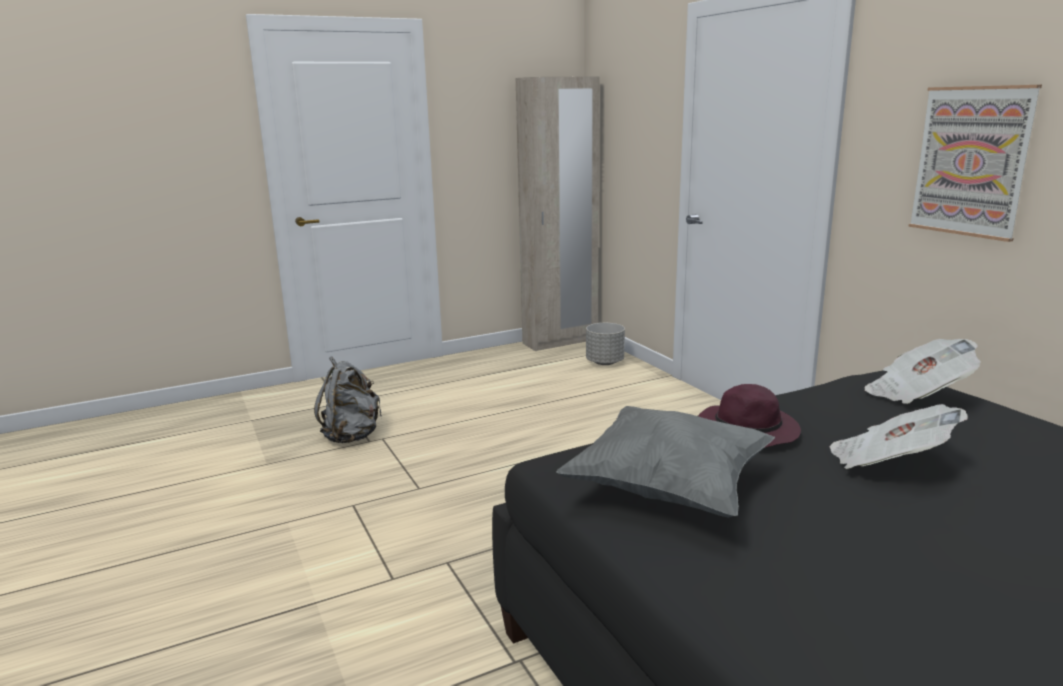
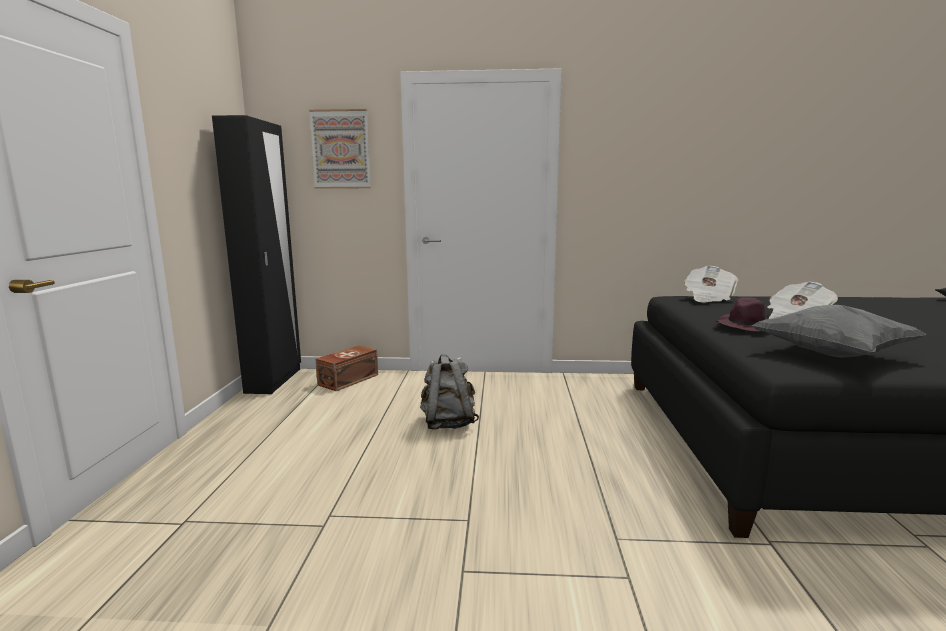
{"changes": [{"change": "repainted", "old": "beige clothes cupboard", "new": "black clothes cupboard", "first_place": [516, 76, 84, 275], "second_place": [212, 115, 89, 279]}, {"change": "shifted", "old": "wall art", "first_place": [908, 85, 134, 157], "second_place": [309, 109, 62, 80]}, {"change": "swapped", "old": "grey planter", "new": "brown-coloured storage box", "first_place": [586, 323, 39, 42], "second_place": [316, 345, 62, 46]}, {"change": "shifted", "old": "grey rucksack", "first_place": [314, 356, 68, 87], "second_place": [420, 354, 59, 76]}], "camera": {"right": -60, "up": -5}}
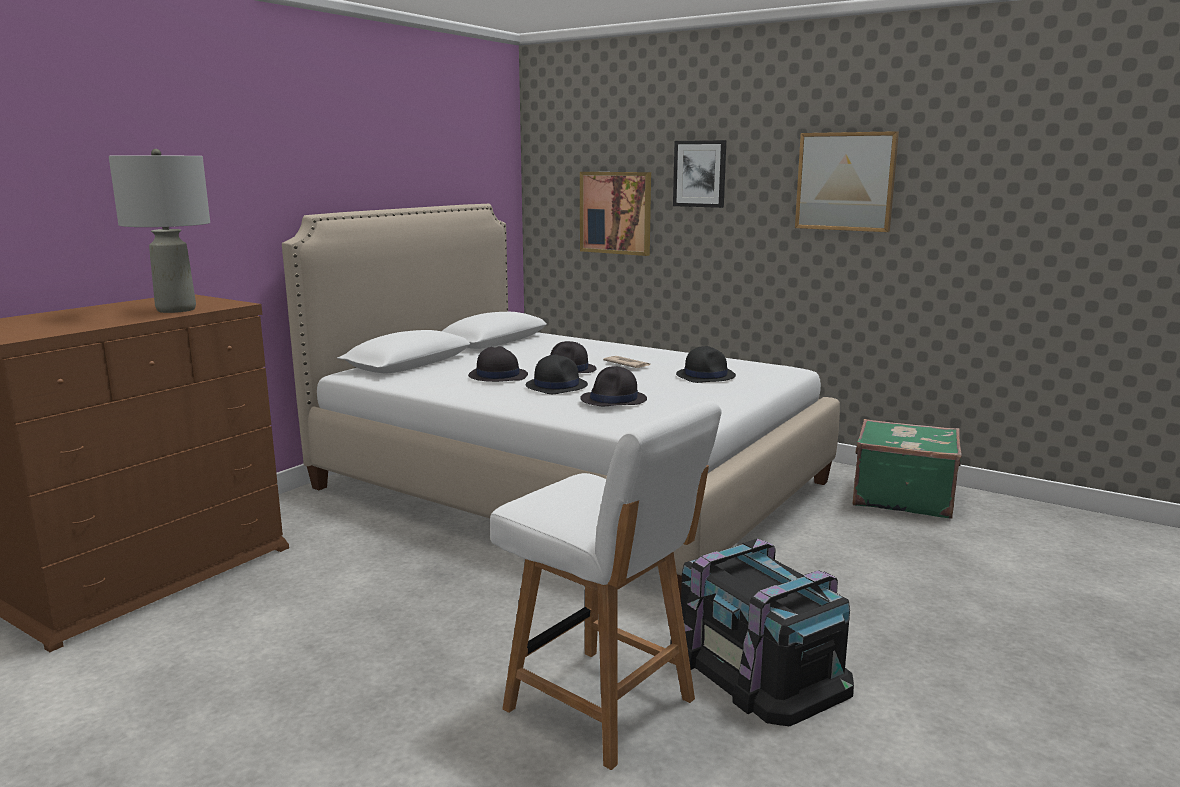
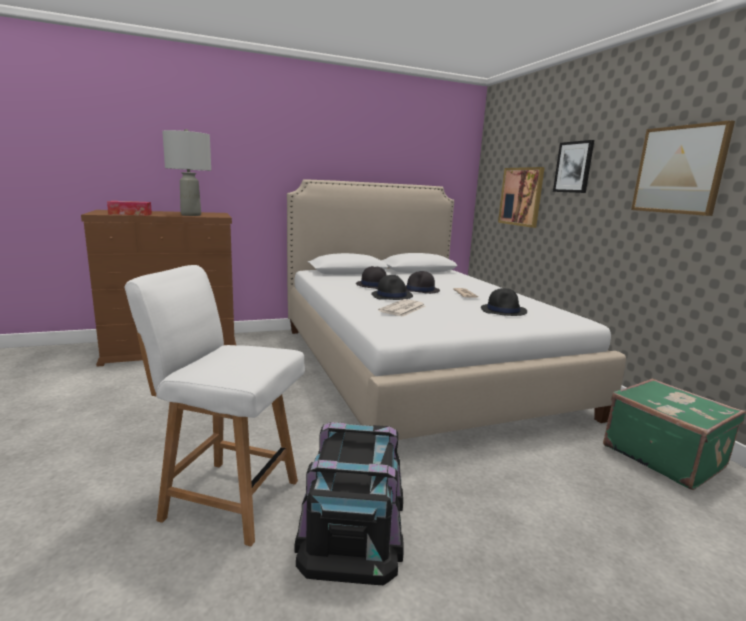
{"changes": [{"change": "new", "new": "tissue holder", "second_place": [107, 201, 45, 14]}, {"change": "rotated", "old": "white-coloured chair", "first_place": [490, 401, 232, 369], "second_place": [124, 265, 181, 281], "degrees": 120}, {"change": "swapped", "old": "black hat", "new": "newspaper", "first_place": [580, 366, 67, 40], "second_place": [378, 299, 47, 18]}], "camera": {"right": 35, "up": 0}}
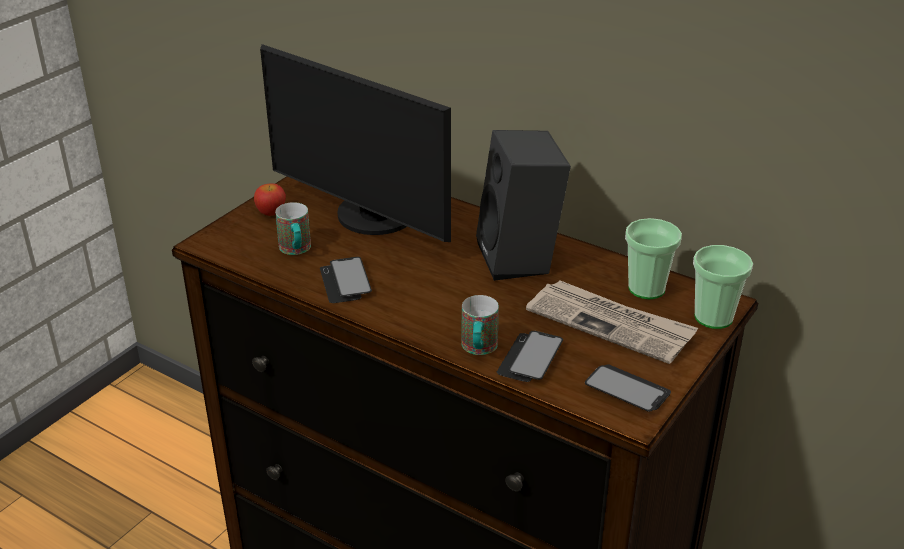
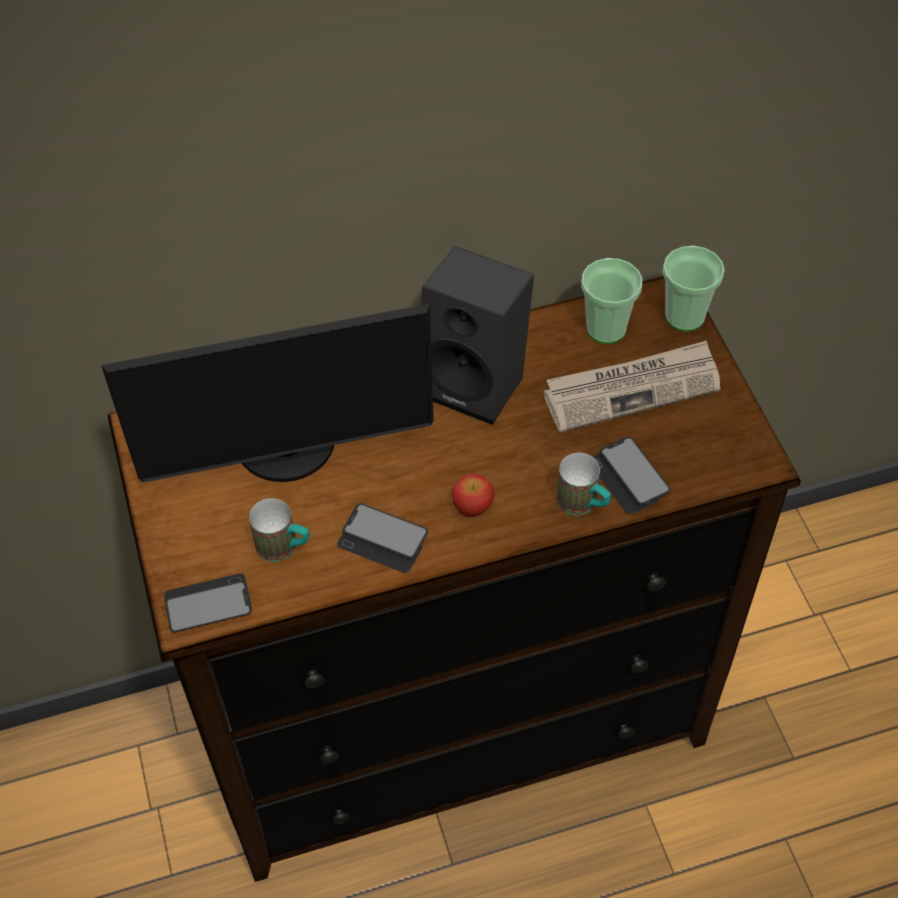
{"changes": [{"change": "shifted", "old": "handset", "first_place": [585, 364, 86, 48], "second_place": [164, 573, 88, 60]}, {"change": "shifted", "old": "whole apple", "first_place": [254, 183, 32, 33], "second_place": [452, 474, 43, 43]}], "camera": {"right": -50, "up": 20}}
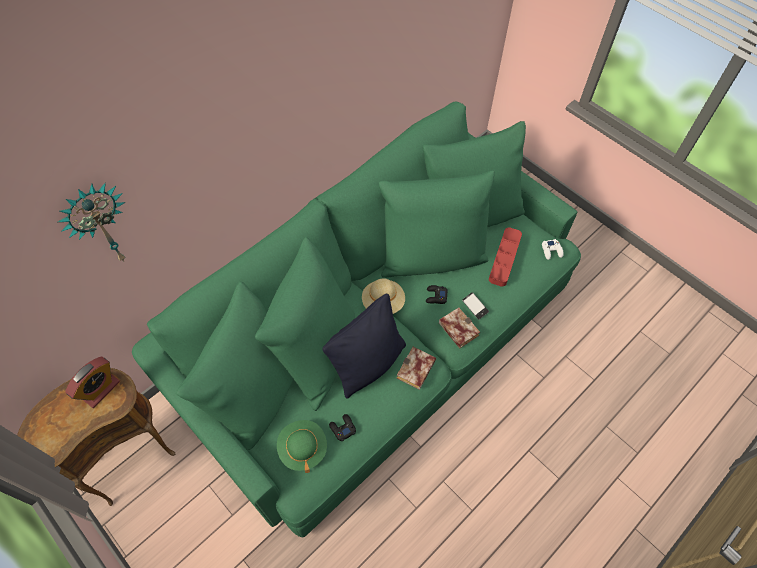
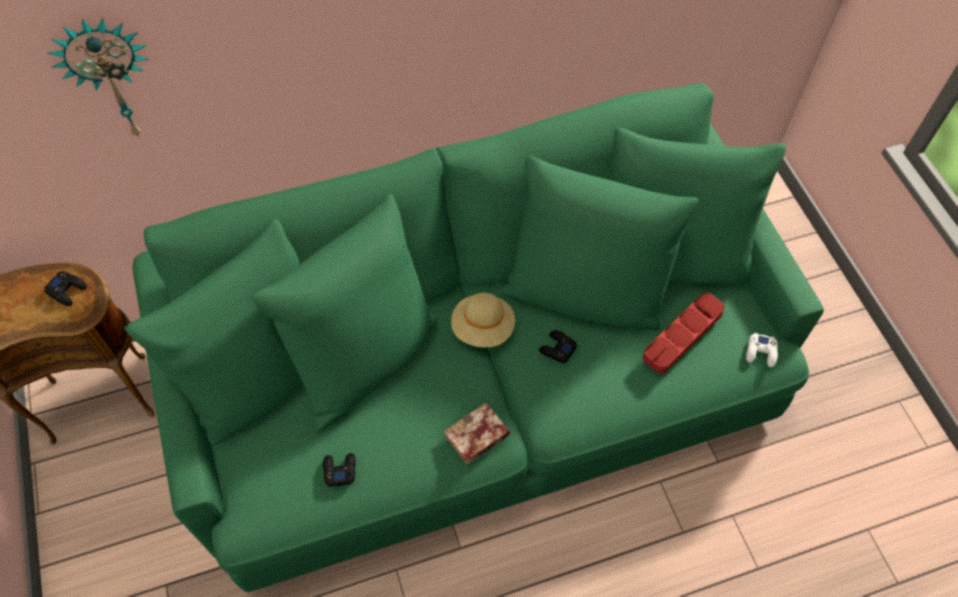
{"changes": [{"change": "swapped", "old": "table clock", "new": "black gamepad", "first_place": [65, 356, 55, 52], "second_place": [44, 272, 43, 34]}, {"change": "gone", "old": "green hat", "first_place": [277, 420, 50, 53]}, {"change": "gone", "old": "black throw pillow", "first_place": [323, 293, 83, 106]}, {"change": "gone", "old": "book", "first_place": [439, 307, 41, 41]}, {"change": "gone", "old": "handset", "first_place": [462, 292, 27, 28]}], "camera": {"right": 25, "up": 0}}
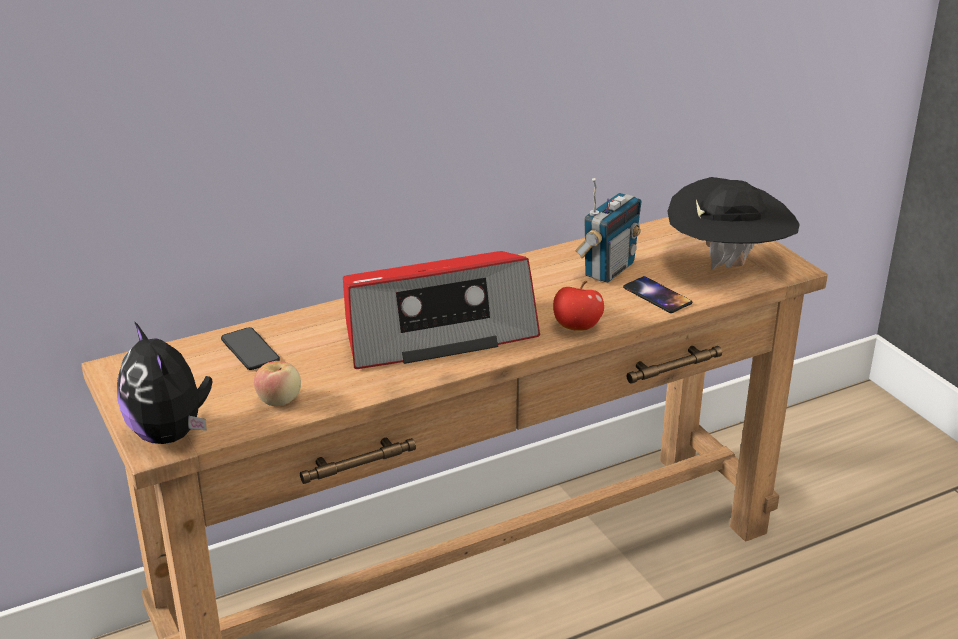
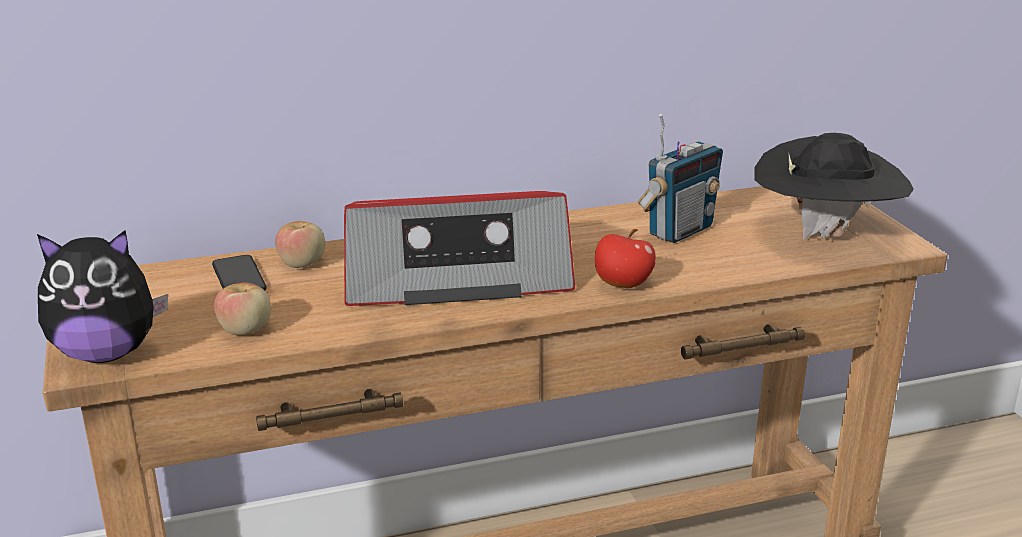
{"changes": [{"change": "rotated", "old": "cuddly toy", "first_place": [117, 321, 95, 123], "second_place": [37, 230, 131, 133], "degrees": -75}, {"change": "new", "new": "whole apple", "second_place": [275, 221, 50, 47]}, {"change": "gone", "old": "handset", "first_place": [623, 276, 69, 37]}], "camera": {"right": 10, "up": -5}}
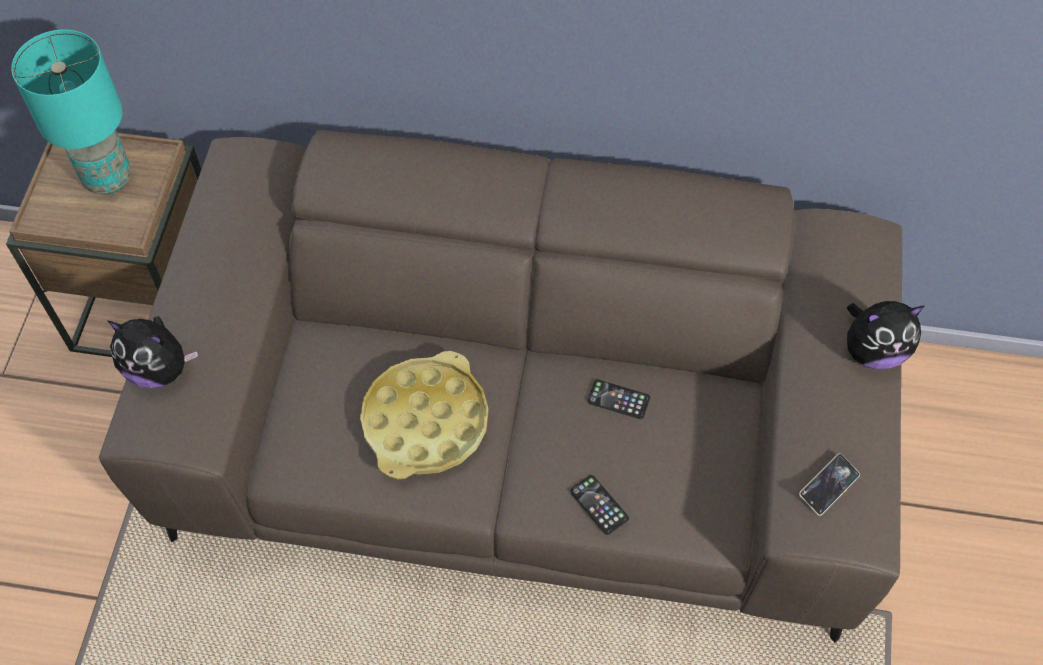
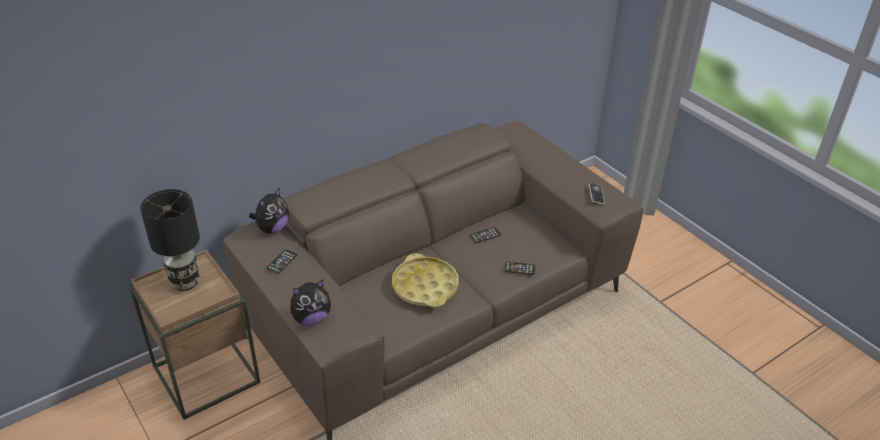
{"changes": [{"change": "repainted", "old": "turquoise-coloured table lamp", "new": "black table lamp", "first_place": [11, 30, 120, 164], "second_place": [140, 189, 60, 102]}, {"change": "shifted", "old": "cuddly toy", "first_place": [847, 301, 77, 68], "second_place": [249, 188, 40, 46]}, {"change": "new", "new": "handset", "second_place": [267, 250, 31, 24]}], "camera": {"right": -45, "up": -20}}
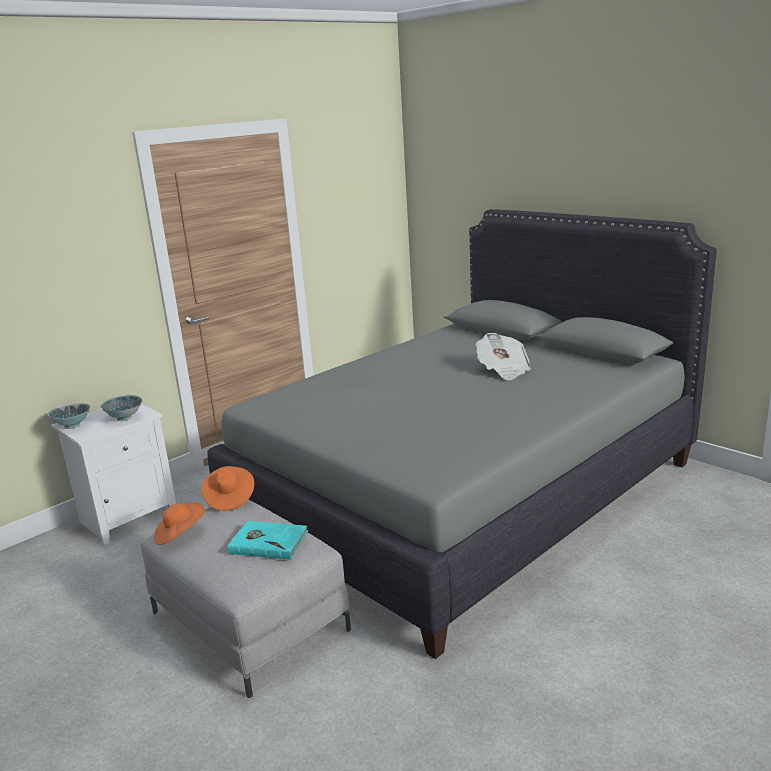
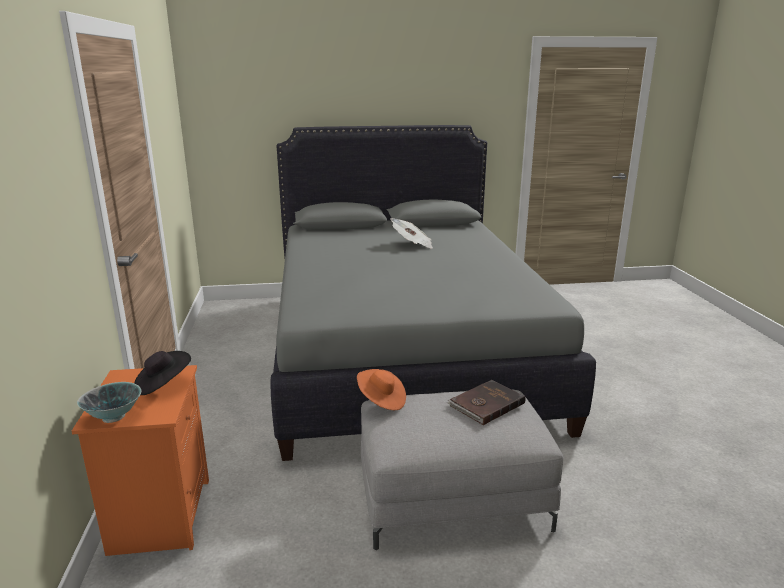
{"changes": [{"change": "repainted", "old": "white-coloured nightstand", "new": "orange nightstand", "first_place": [51, 404, 125, 141], "second_place": [72, 365, 137, 191]}, {"change": "swapped", "old": "bowl", "new": "black hat", "first_place": [100, 395, 43, 26], "second_place": [134, 351, 57, 44]}, {"change": "repainted", "old": "turquoise-coloured book", "new": "brown-coloured book", "first_place": [227, 521, 82, 39], "second_place": [447, 380, 78, 45]}, {"change": "gone", "old": "orange hat", "first_place": [154, 502, 51, 43]}], "camera": {"right": -55, "up": 0}}
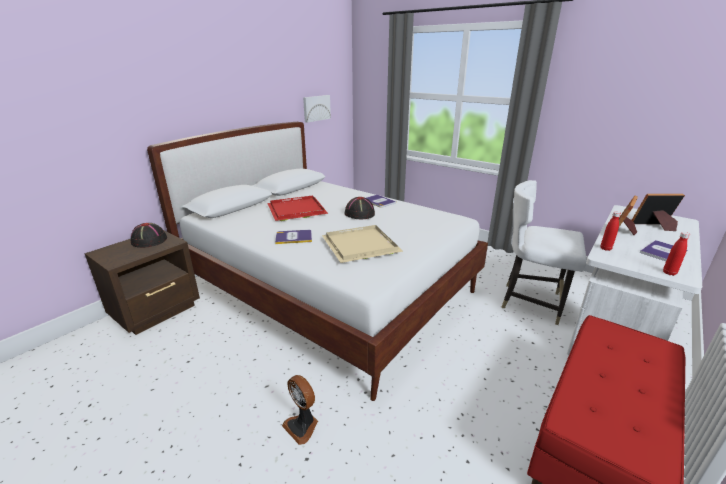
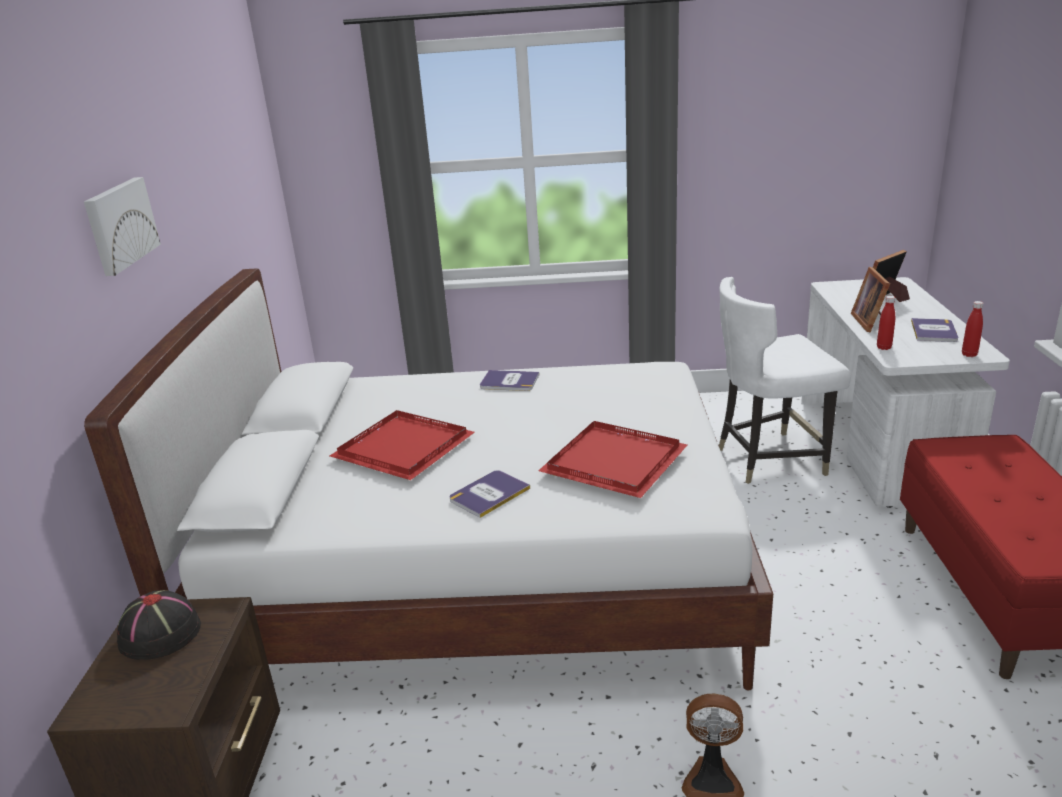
{"changes": [{"change": "shifted", "old": "wall art", "first_place": [303, 95, 28, 28], "second_place": [84, 177, 77, 99]}, {"change": "repainted", "old": "beige carrying tray", "new": "red carrying tray", "first_place": [322, 225, 81, 38], "second_place": [538, 421, 149, 77]}, {"change": "gone", "old": "black hat", "first_place": [344, 197, 31, 22]}], "camera": {"right": -35, "up": 0}}
